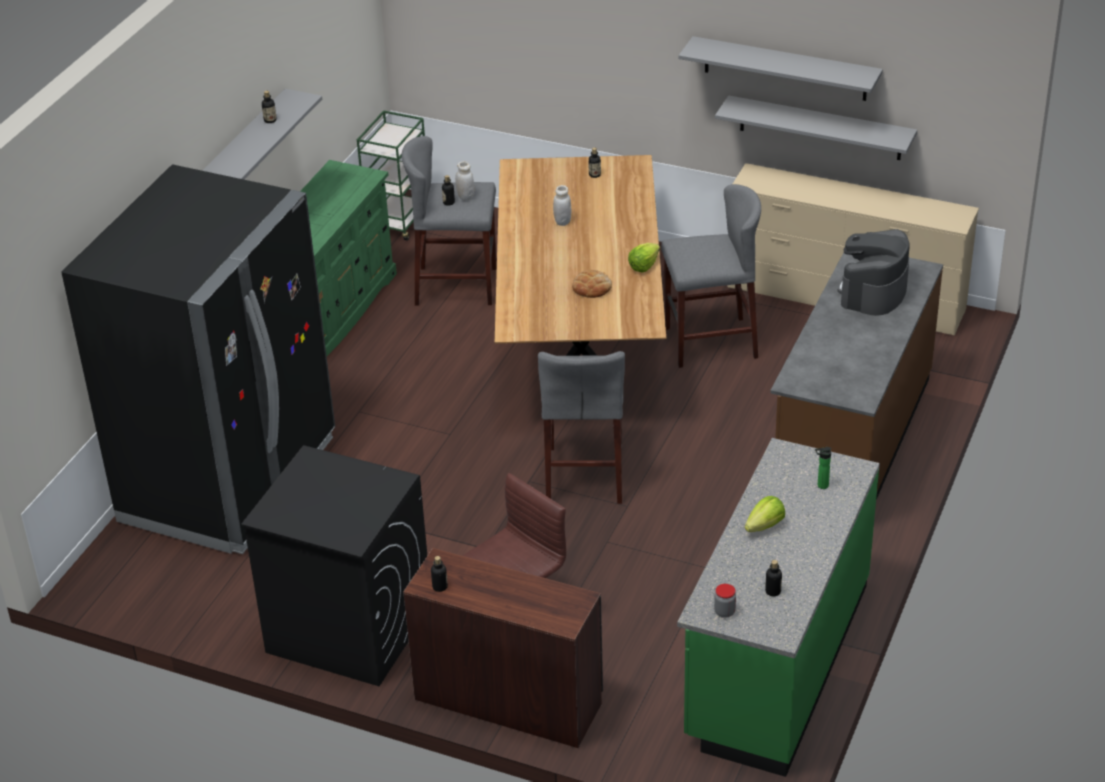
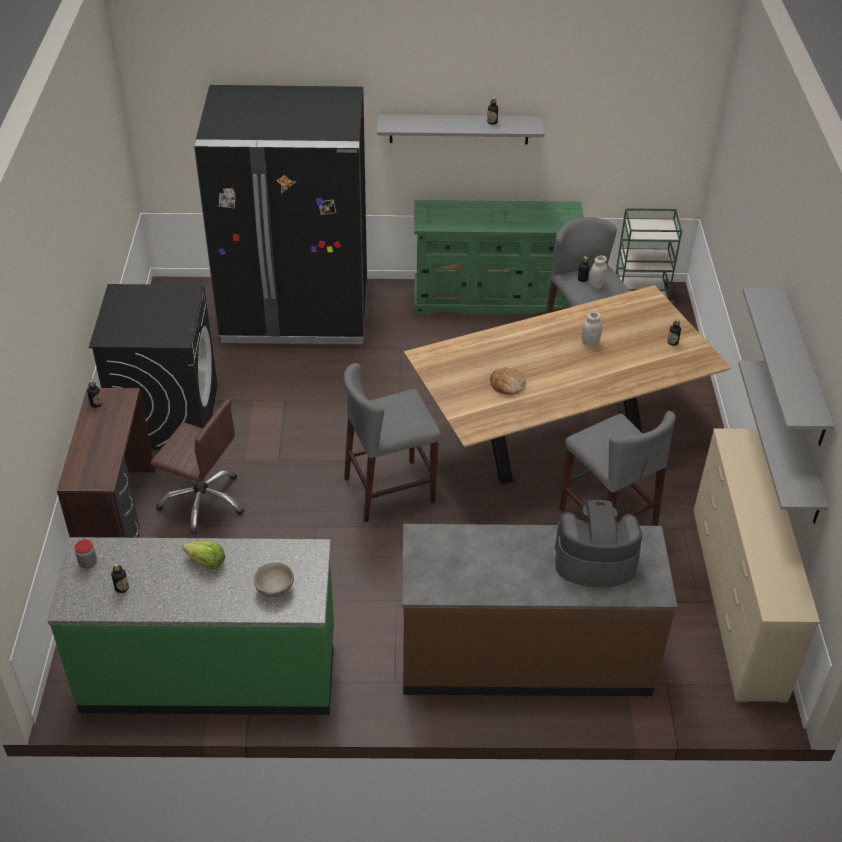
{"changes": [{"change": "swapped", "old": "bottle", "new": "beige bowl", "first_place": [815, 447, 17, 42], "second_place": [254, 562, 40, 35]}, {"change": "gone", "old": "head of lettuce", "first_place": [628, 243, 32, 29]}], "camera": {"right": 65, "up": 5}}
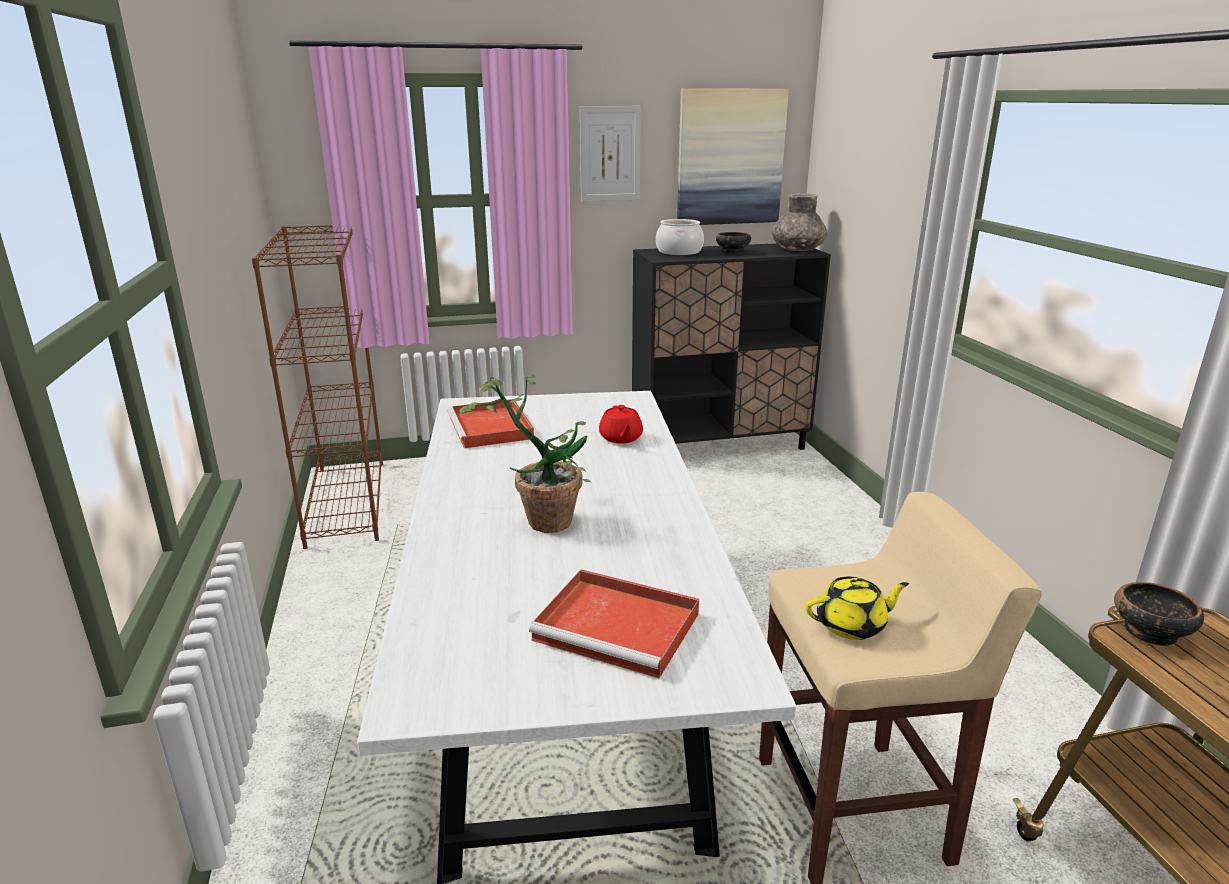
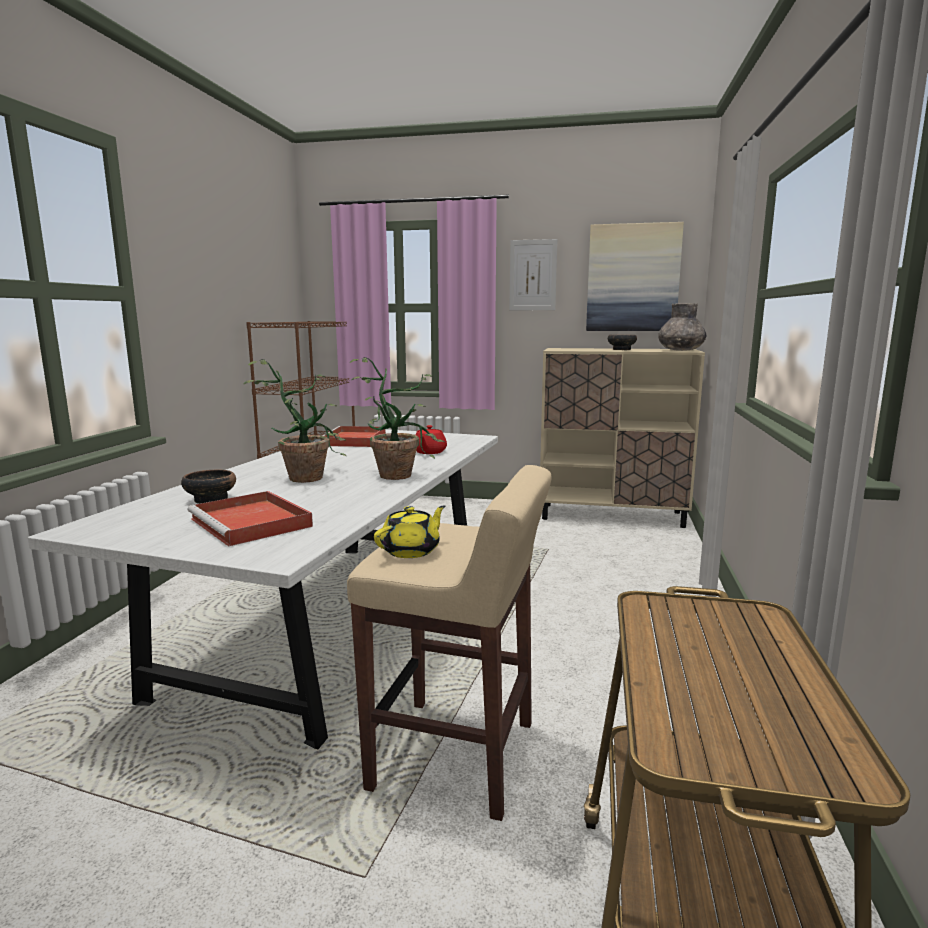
{"changes": [{"change": "shifted", "old": "bowl", "first_place": [1114, 582, 90, 64], "second_place": [181, 470, 55, 34]}, {"change": "new", "new": "plant in a pot", "second_place": [350, 357, 94, 123]}, {"change": "rotated", "old": "yellowish pot for tea", "first_place": [805, 577, 104, 63], "second_place": [374, 505, 71, 53], "degrees": -60}, {"change": "repainted", "old": "black cupboard", "new": "beige cupboard", "first_place": [632, 243, 199, 207], "second_place": [540, 348, 165, 180]}, {"change": "gone", "old": "stockpot", "first_place": [656, 219, 48, 36]}], "camera": {"right": 25, "up": -10}}
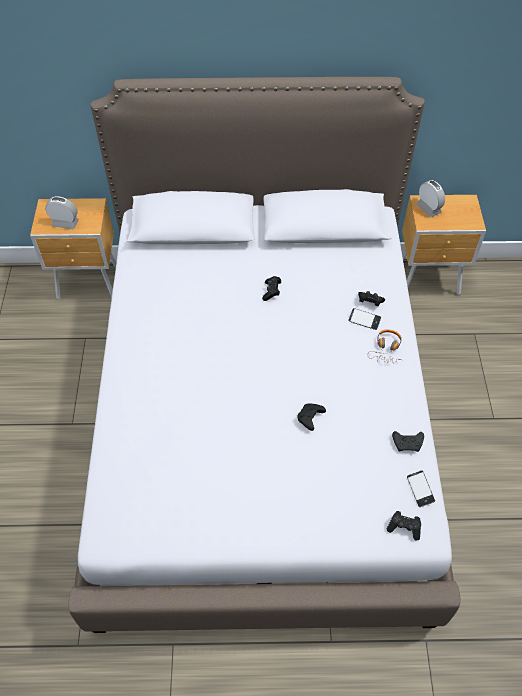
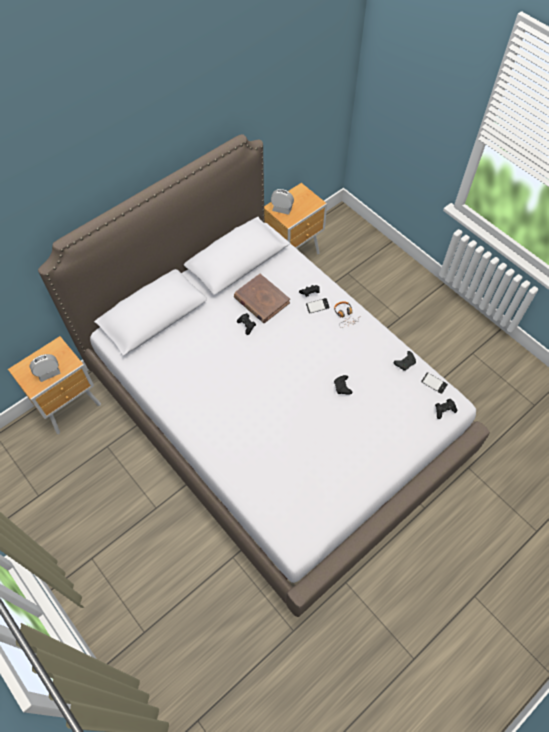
{"changes": [{"change": "new", "new": "brown-coloured book", "second_place": [234, 274, 56, 49]}], "camera": {"right": -40, "up": 5}}
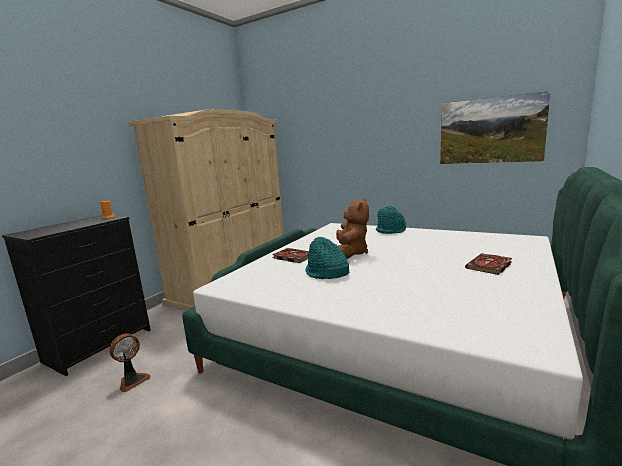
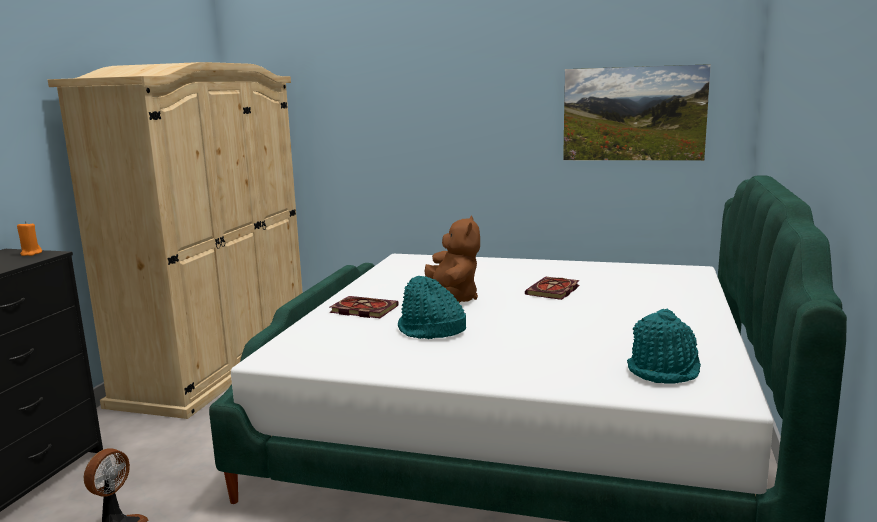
{"changes": [{"change": "shifted", "old": "book", "first_place": [465, 253, 47, 22], "second_place": [525, 276, 55, 24]}, {"change": "shifted", "old": "turquoise-coloured hat", "first_place": [376, 206, 30, 28], "second_place": [627, 309, 74, 74]}], "camera": {"right": -15, "up": 0}}
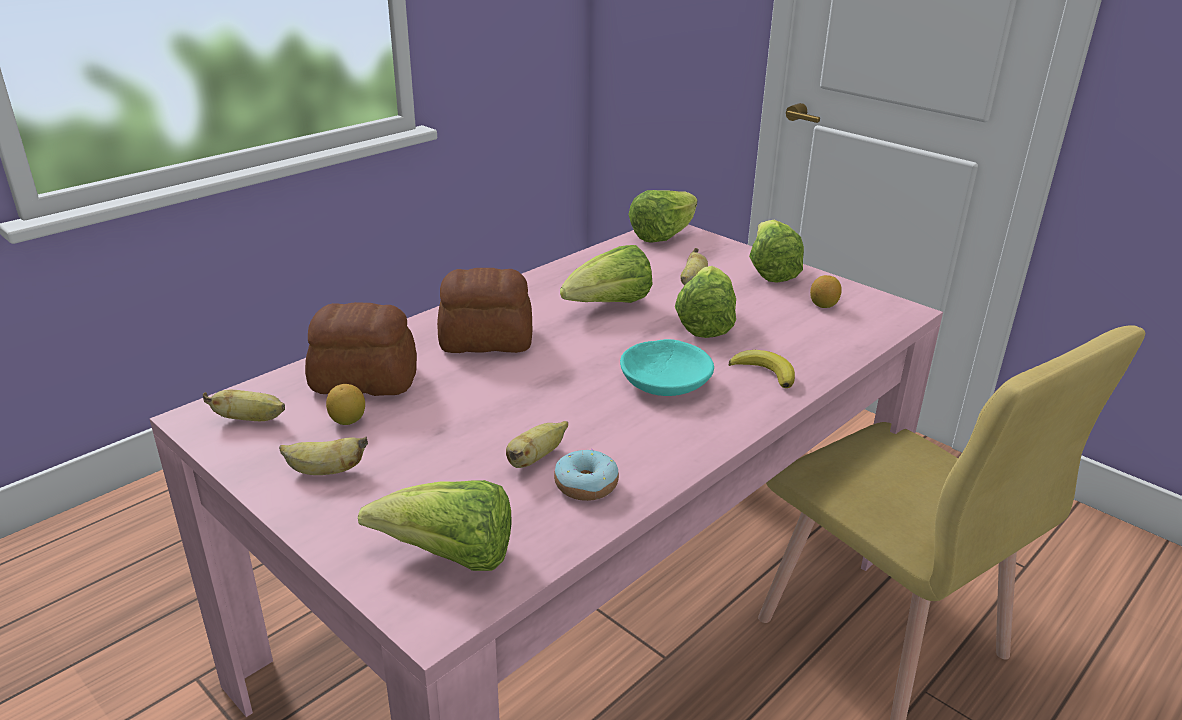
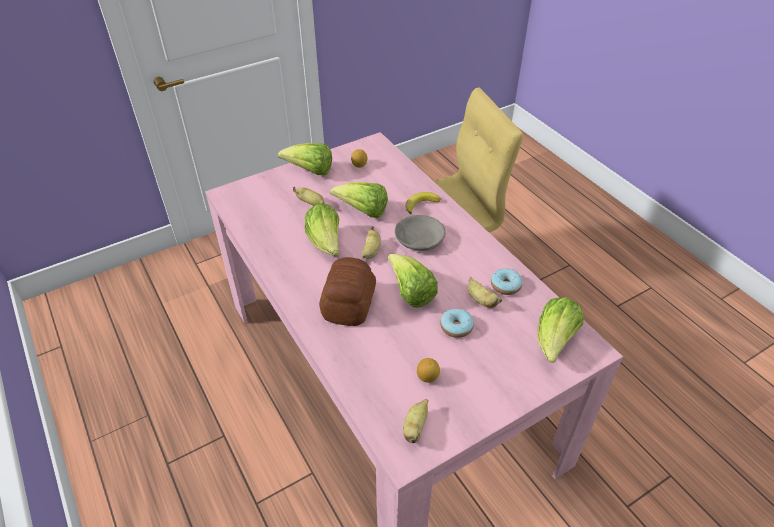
{"changes": [{"change": "shifted", "old": "banana", "first_place": [279, 437, 89, 38], "second_place": [362, 226, 19, 33]}, {"change": "shifted", "old": "head of lettuce", "first_place": [628, 190, 69, 53], "second_place": [388, 254, 50, 54]}, {"change": "repainted", "old": "turquoise-coloured bowl", "new": "grey bowl", "first_place": [620, 339, 94, 57], "second_place": [395, 215, 51, 36]}, {"change": "new", "new": "donut", "second_place": [440, 309, 34, 29]}, {"change": "gone", "old": "bakery bread", "first_place": [305, 302, 112, 94]}], "camera": {"right": -75, "up": 15}}
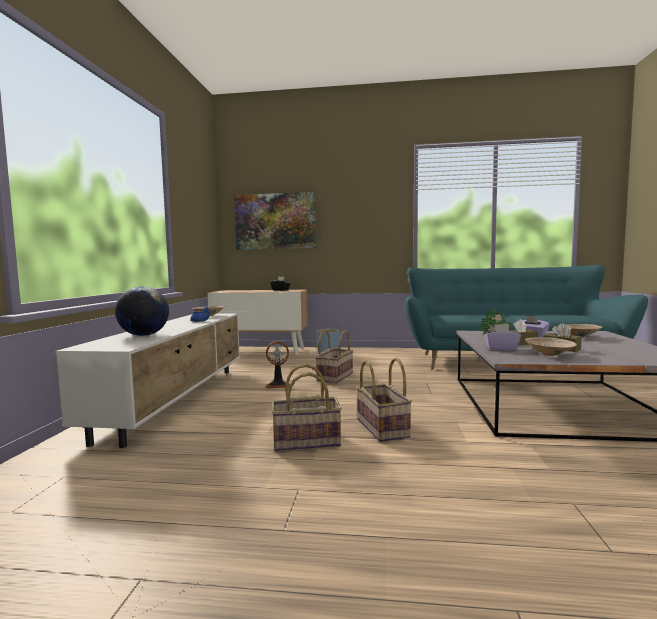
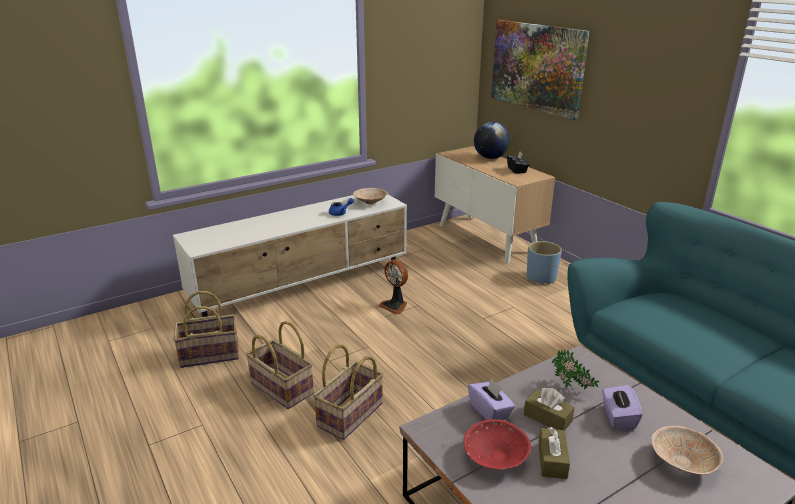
{"changes": [{"change": "shifted", "old": "storage basket", "first_place": [315, 329, 38, 54], "second_place": [173, 291, 66, 77]}, {"change": "repainted", "old": "beige bowl", "new": "red bowl", "first_place": [525, 337, 52, 19], "second_place": [463, 419, 68, 51]}, {"change": "shifted", "old": "desk globe", "first_place": [115, 286, 54, 50], "second_place": [474, 122, 36, 37]}], "camera": {"right": 50, "up": 20}}
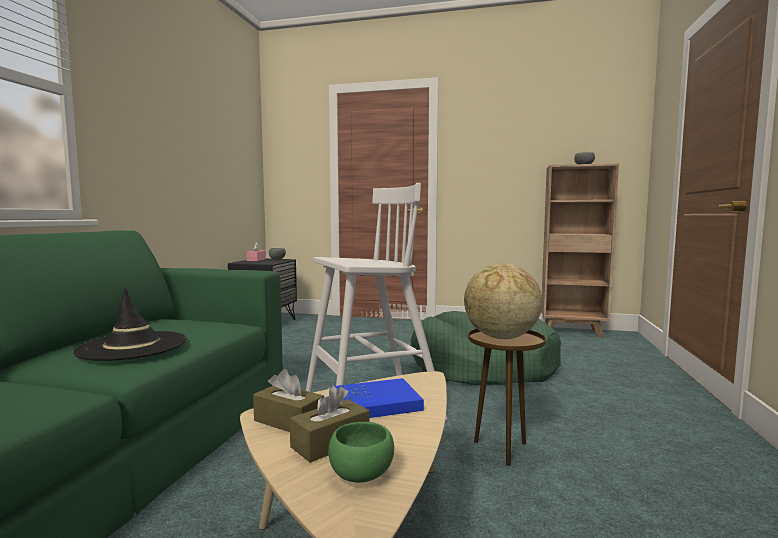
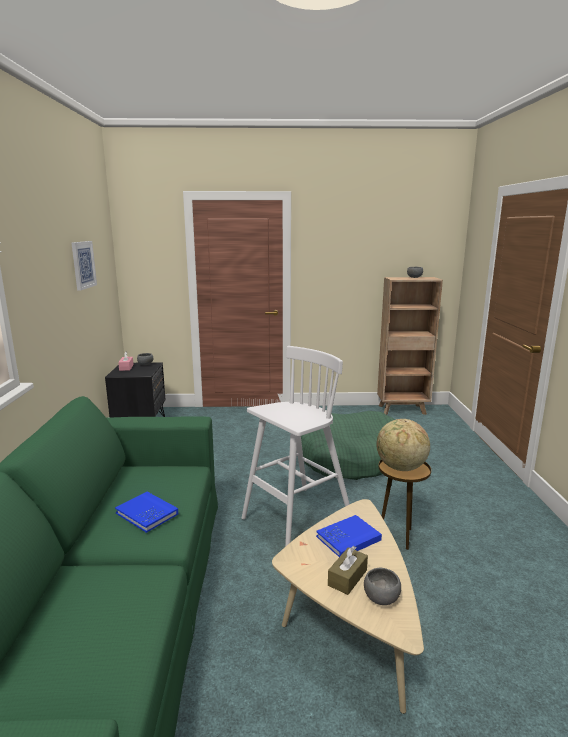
{"changes": [{"change": "new", "new": "wall art", "second_place": [71, 241, 26, 50]}, {"change": "swapped", "old": "black hat", "new": "blue-coloured book", "first_place": [73, 287, 114, 74], "second_place": [115, 492, 63, 41]}, {"change": "repainted", "old": "green bowl", "new": "grey bowl", "first_place": [328, 422, 66, 61], "second_place": [364, 568, 37, 37]}, {"change": "gone", "old": "brown-coloured tissue holder", "first_place": [253, 369, 71, 63]}], "camera": {"right": -15, "up": 10}}
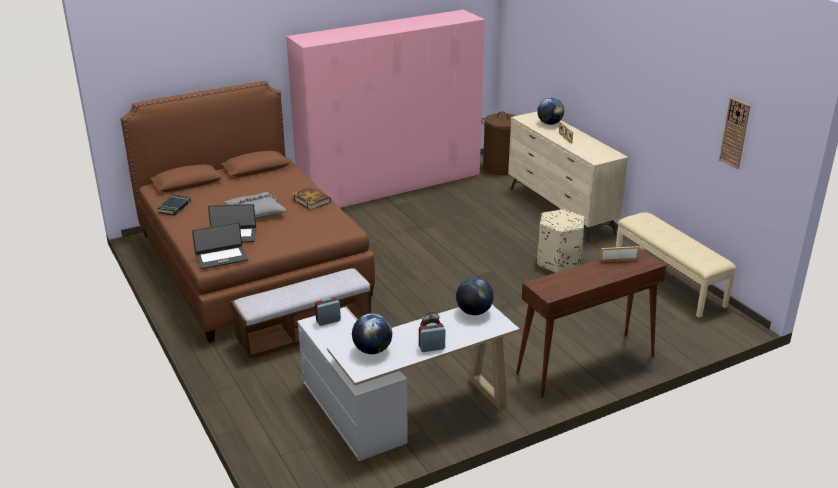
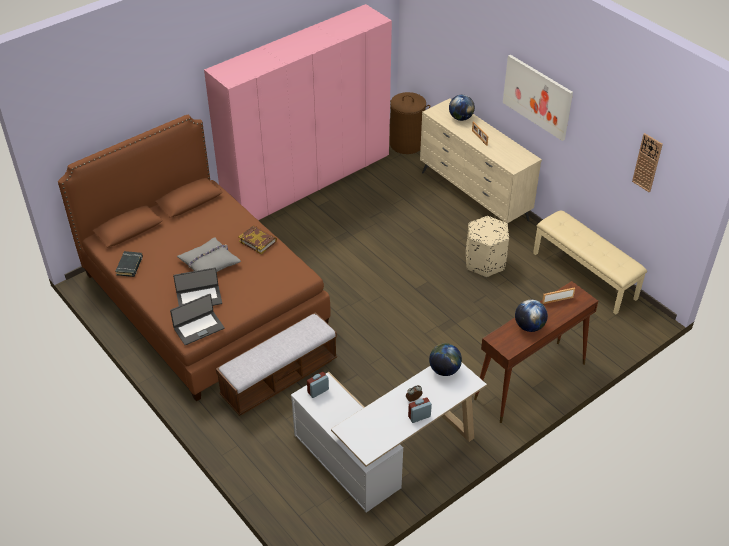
{"changes": [{"change": "new", "new": "wall art", "second_place": [503, 55, 70, 86]}, {"change": "shifted", "old": "desk globe", "first_place": [352, 313, 40, 41], "second_place": [515, 299, 33, 33]}], "camera": {"right": -10, "up": 15}}
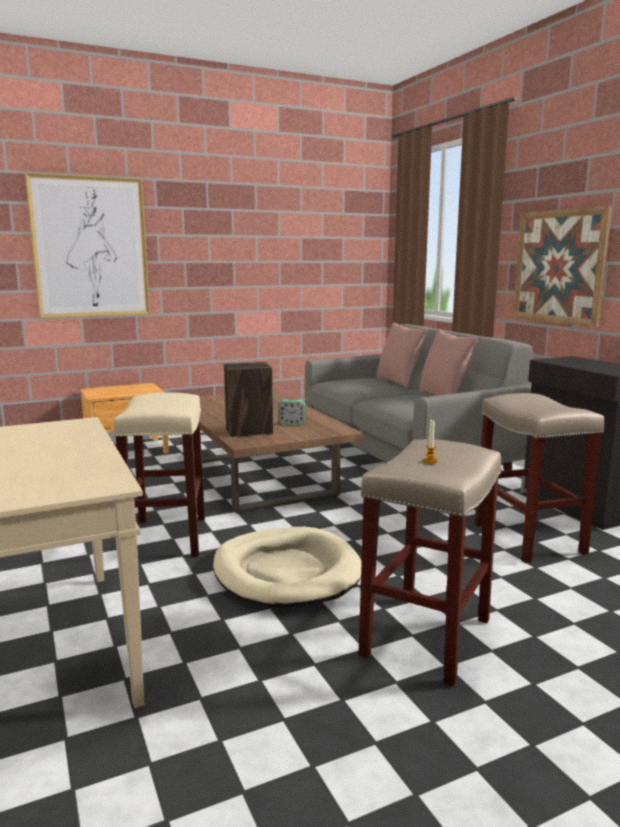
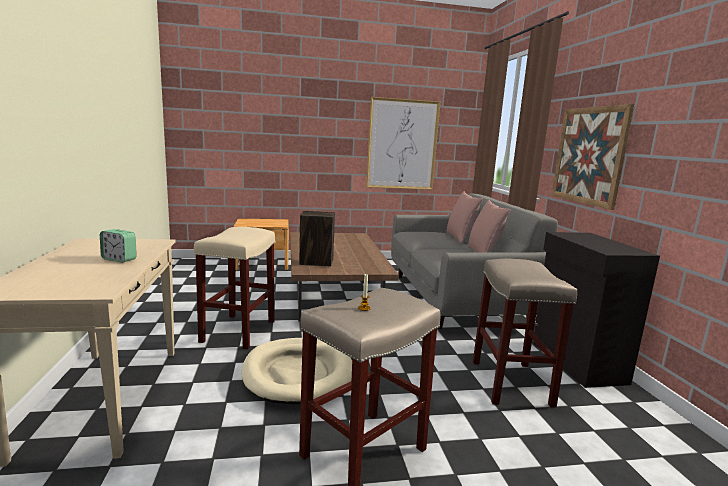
{"changes": [{"change": "shifted", "old": "table clock", "first_place": [279, 400, 26, 25], "second_place": [100, 229, 37, 34]}, {"change": "shifted", "old": "wall art", "first_place": [25, 173, 125, 146], "second_place": [366, 97, 74, 93]}], "camera": {"right": 15, "up": 0}}
